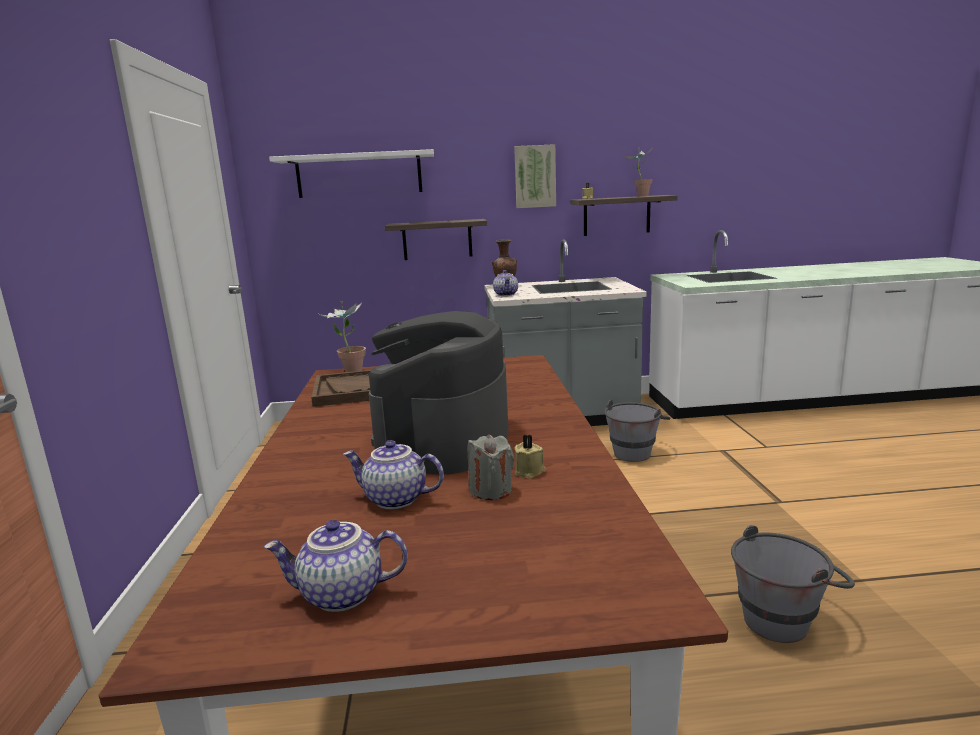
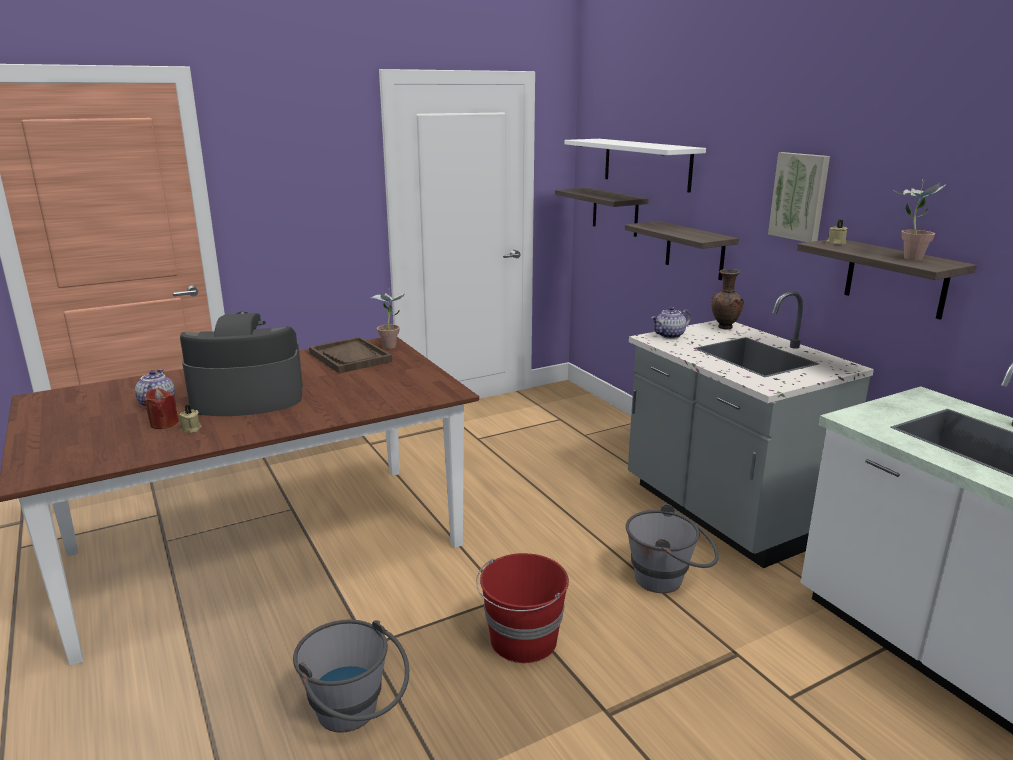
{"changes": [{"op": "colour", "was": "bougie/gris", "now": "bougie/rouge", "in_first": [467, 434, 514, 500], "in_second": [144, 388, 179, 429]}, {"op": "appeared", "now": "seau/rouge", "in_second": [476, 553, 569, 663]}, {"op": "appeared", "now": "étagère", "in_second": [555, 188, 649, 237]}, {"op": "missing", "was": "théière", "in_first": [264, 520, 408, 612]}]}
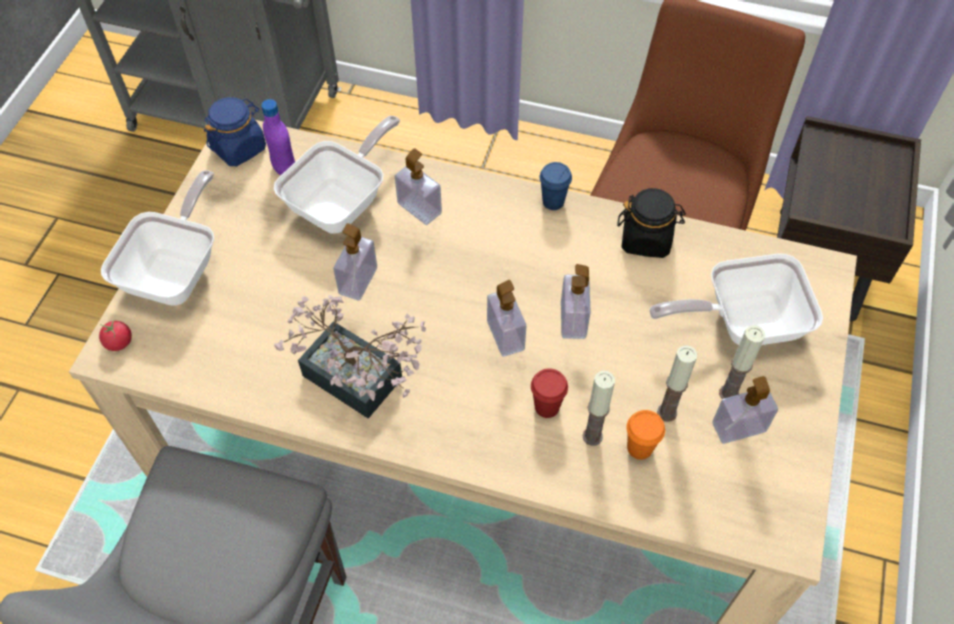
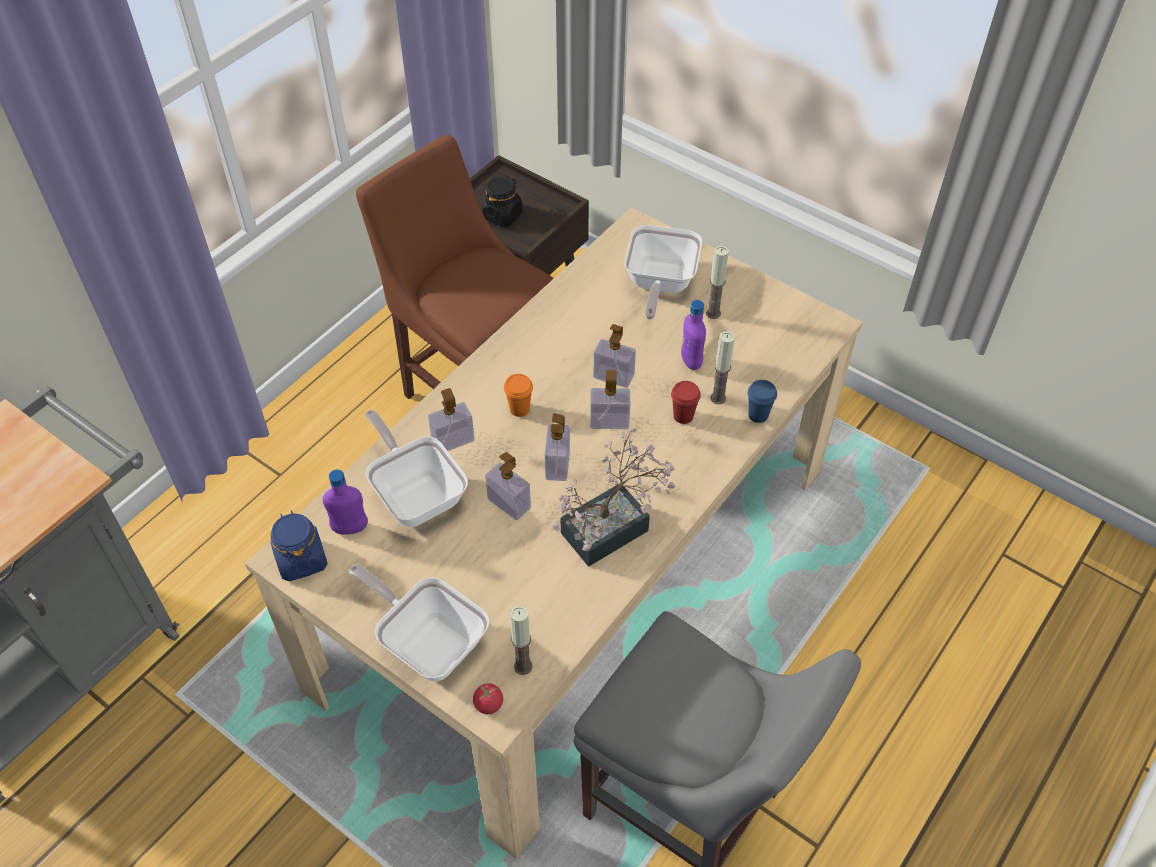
{"changes": [{"op": "relocated", "was": "bocal/noir", "in_first": [617, 188, 686, 258], "in_second": [481, 176, 523, 227]}, {"op": "relocated", "was": "tasse/orange", "in_first": [627, 410, 665, 460], "in_second": [504, 374, 533, 417]}, {"op": "relocated", "was": "bougie", "in_first": [657, 345, 697, 422], "in_second": [510, 605, 533, 675]}, {"op": "relocated", "was": "distributeur de savon", "in_first": [713, 376, 778, 444], "in_second": [545, 413, 570, 481]}, {"op": "appeared", "now": "bouteille/violet", "in_second": [681, 300, 706, 370]}, {"op": "relocated", "was": "tasse/bleu", "in_first": [540, 162, 572, 210], "in_second": [748, 380, 777, 423]}]}
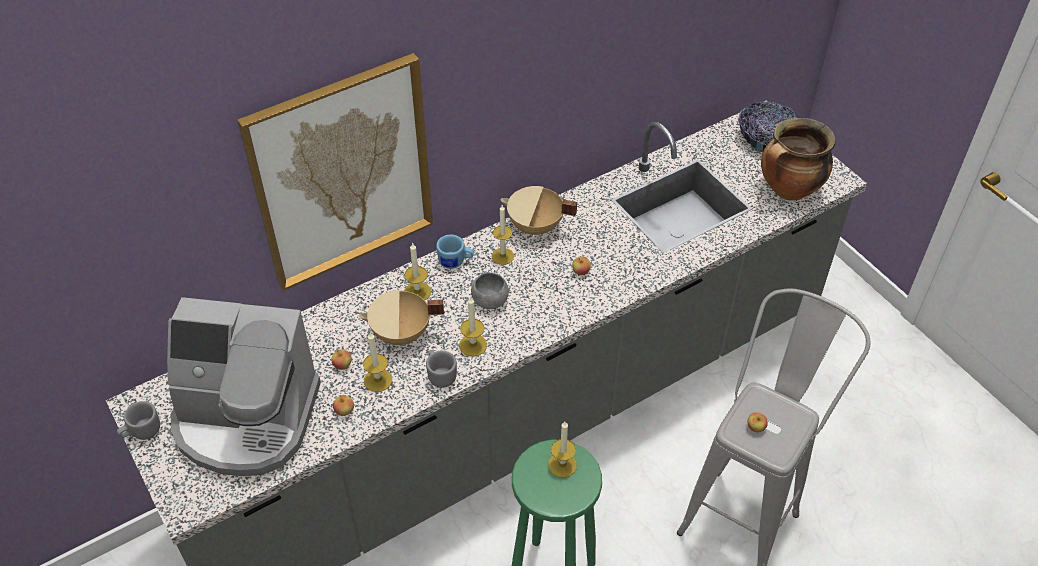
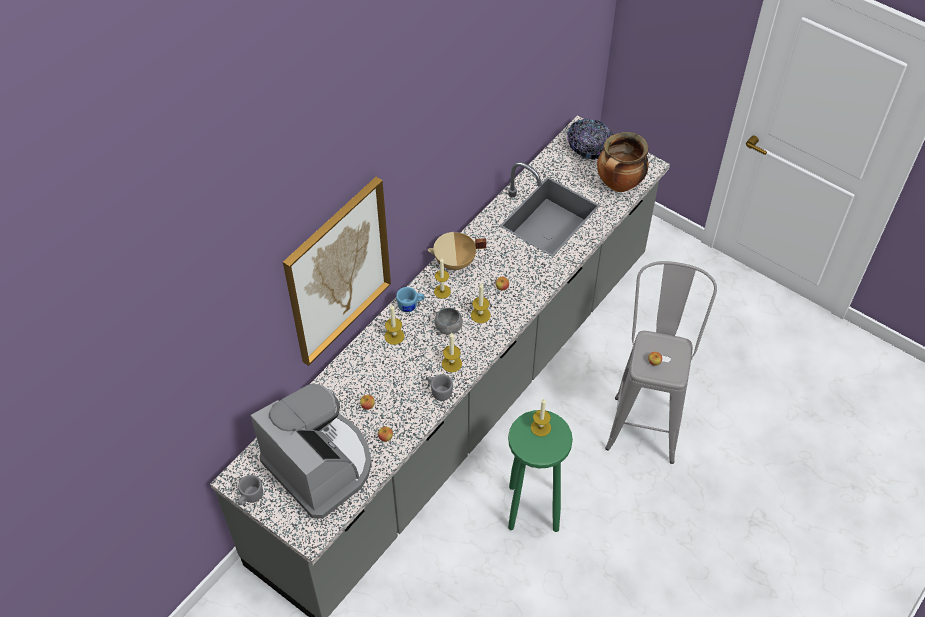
{"changes": [{"op": "spun", "was": "machine à café", "in_first": [167, 297, 321, 476], "in_second": [251, 384, 372, 519], "clockwise": -120}, {"op": "relocated", "was": "bougie", "in_first": [363, 333, 392, 392], "in_second": [471, 283, 491, 323]}, {"op": "missing", "was": "marmite/beige", "in_first": [359, 290, 444, 345]}]}
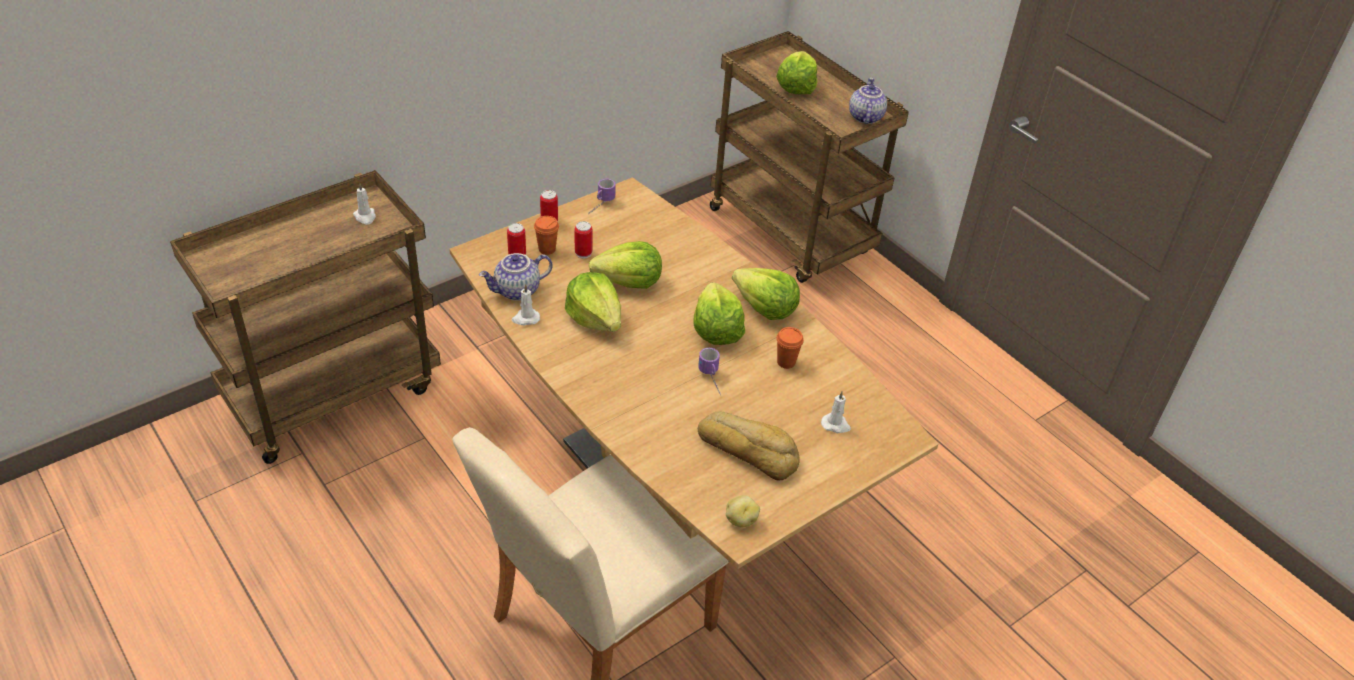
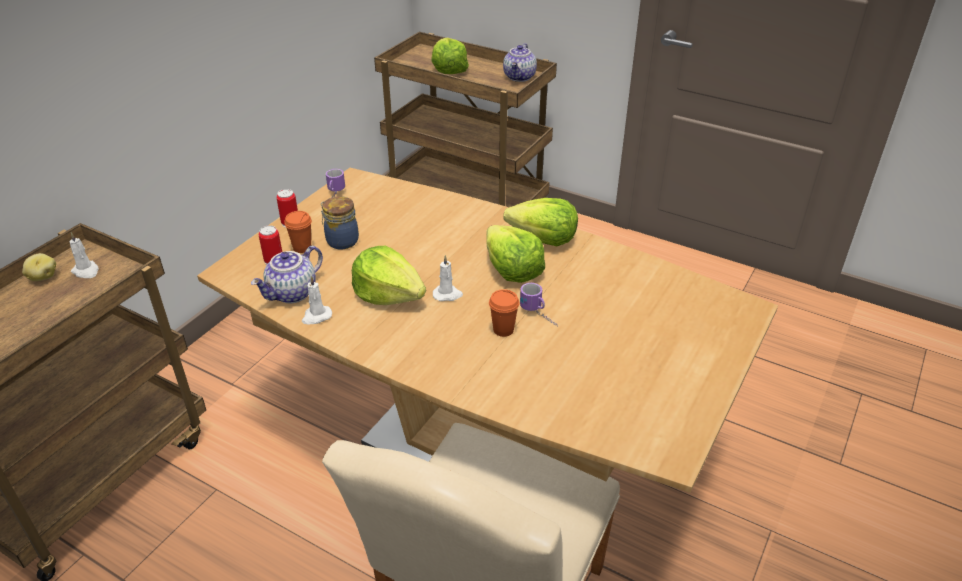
{"changes": [{"op": "relocated", "was": "pomme de terre", "in_first": [726, 495, 760, 528], "in_second": [22, 253, 56, 281]}, {"op": "exchanged", "was": "boîte métallique", "now": "bocal", "in_first": [575, 221, 593, 258], "in_second": [321, 196, 359, 249]}, {"op": "relocated", "was": "bougie/blanc", "in_first": [821, 391, 851, 433], "in_second": [433, 255, 463, 301]}, {"op": "relocated", "was": "tasse/orange", "in_first": [776, 327, 804, 369], "in_second": [489, 289, 520, 337]}, {"op": "spun", "was": "théière", "in_first": [849, 77, 887, 124], "in_second": [503, 43, 537, 82], "clockwise": -150}, {"op": "missing", "was": "laitue", "in_first": [589, 241, 662, 289]}, {"op": "missing", "was": "pain", "in_first": [698, 412, 800, 480]}]}
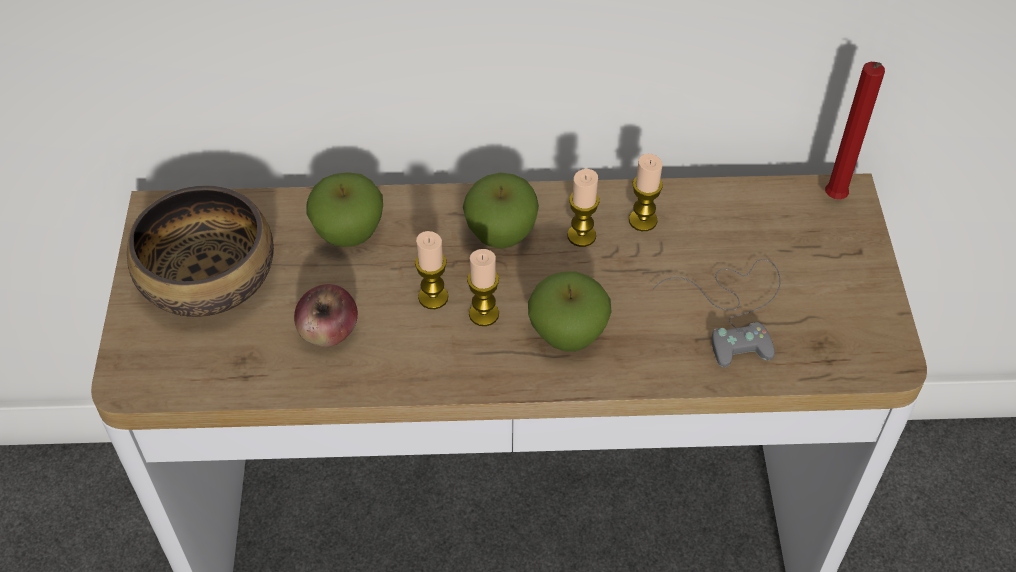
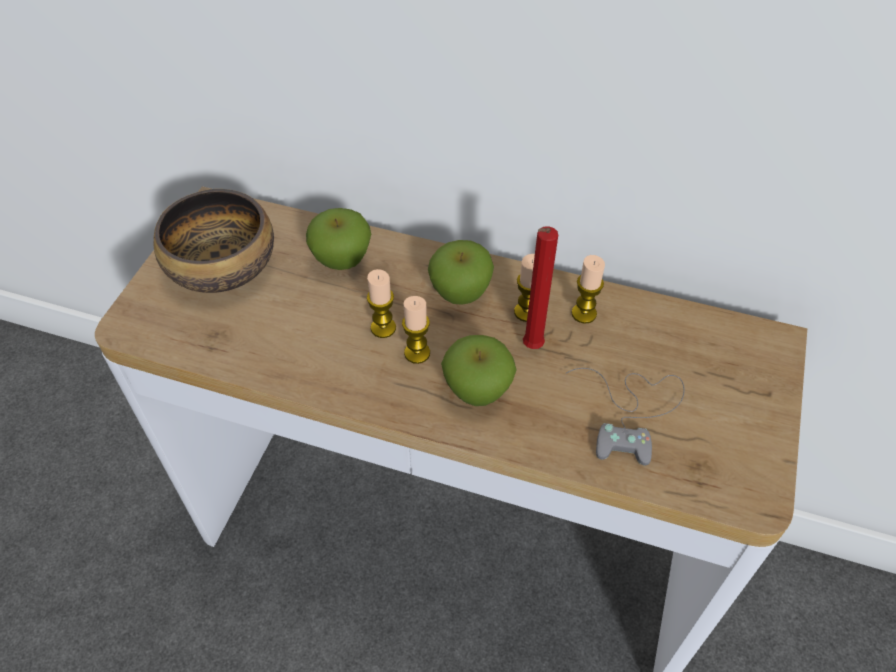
{"changes": [{"op": "relocated", "was": "bougie/rouge", "in_first": [825, 62, 885, 199], "in_second": [523, 226, 558, 349]}, {"op": "missing", "was": "pomme", "in_first": [294, 284, 358, 347]}]}
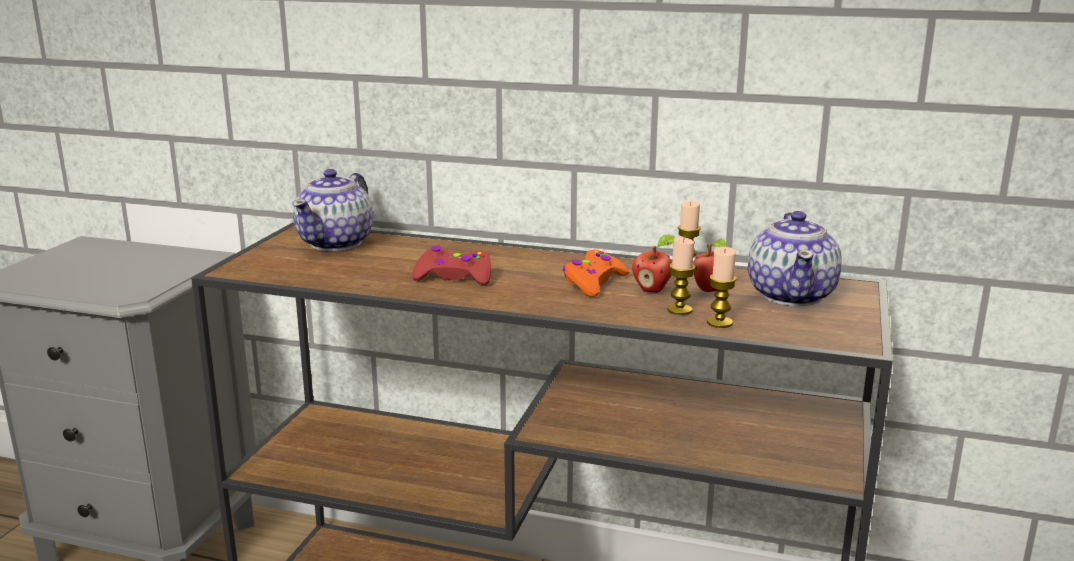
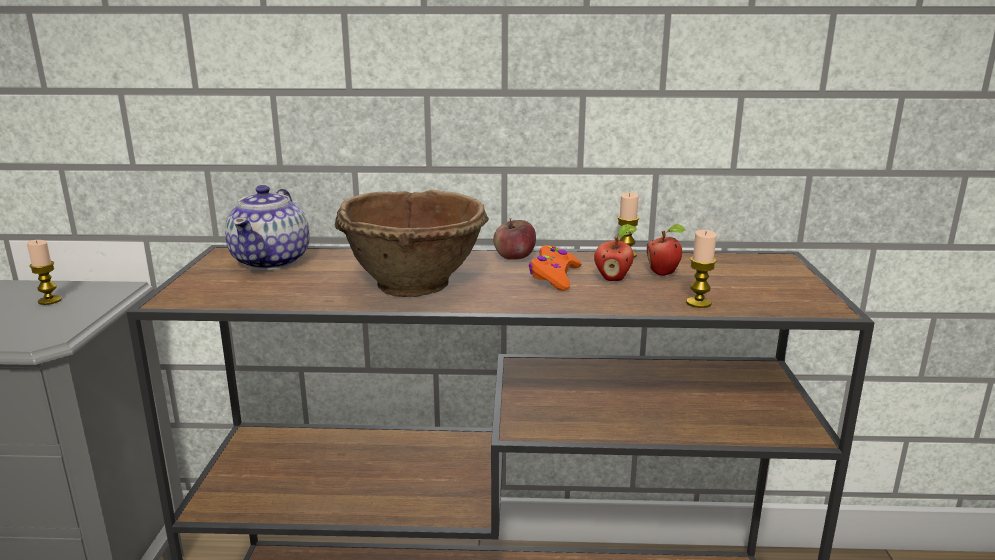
{"changes": [{"op": "relocated", "was": "bougie", "in_first": [667, 237, 696, 315], "in_second": [27, 240, 62, 305]}, {"op": "exchanged", "was": "manette/rouge", "now": "bol/marron", "in_first": [412, 246, 491, 285], "in_second": [334, 190, 489, 297]}, {"op": "appeared", "now": "pomme", "in_second": [493, 218, 536, 260]}, {"op": "missing", "was": "théière", "in_first": [748, 211, 842, 306]}]}
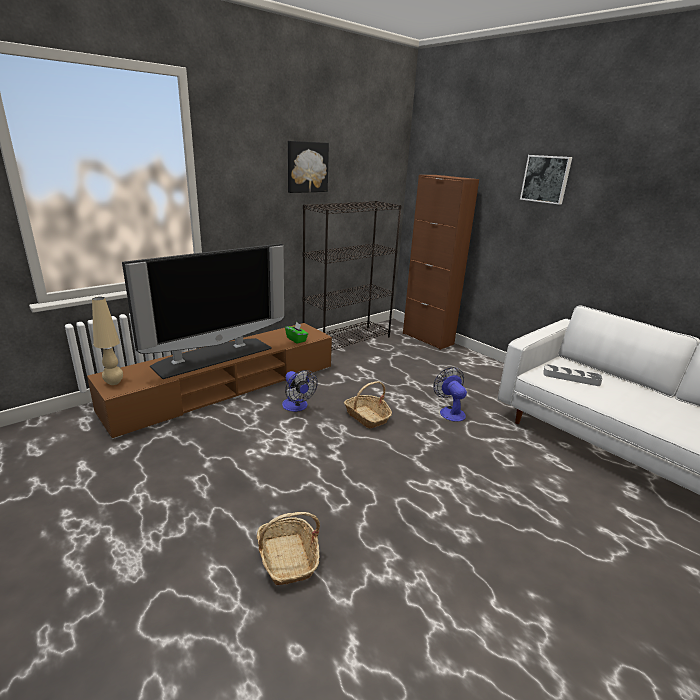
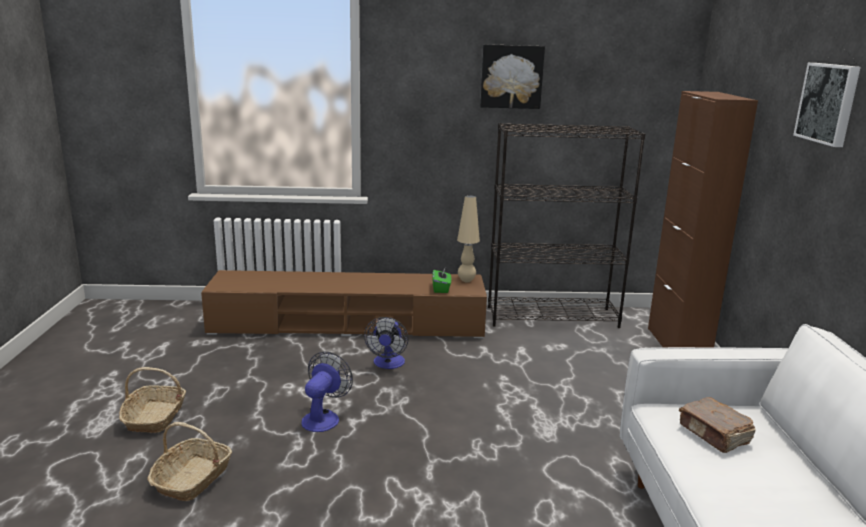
{"changes": [{"op": "relocated", "was": "panier", "in_first": [344, 381, 392, 429], "in_second": [119, 367, 186, 433]}, {"op": "relocated", "was": "ventilateur", "in_first": [433, 367, 467, 422], "in_second": [301, 352, 353, 432]}, {"op": "relocated", "was": "lampe de table/beige", "in_first": [92, 297, 123, 385], "in_second": [457, 195, 480, 282]}, {"op": "exchanged", "was": "plateau/gris", "now": "livre/marron", "in_first": [543, 364, 603, 386], "in_second": [679, 397, 756, 453]}, {"op": "missing", "was": "téléviseur", "in_first": [122, 244, 284, 379]}]}
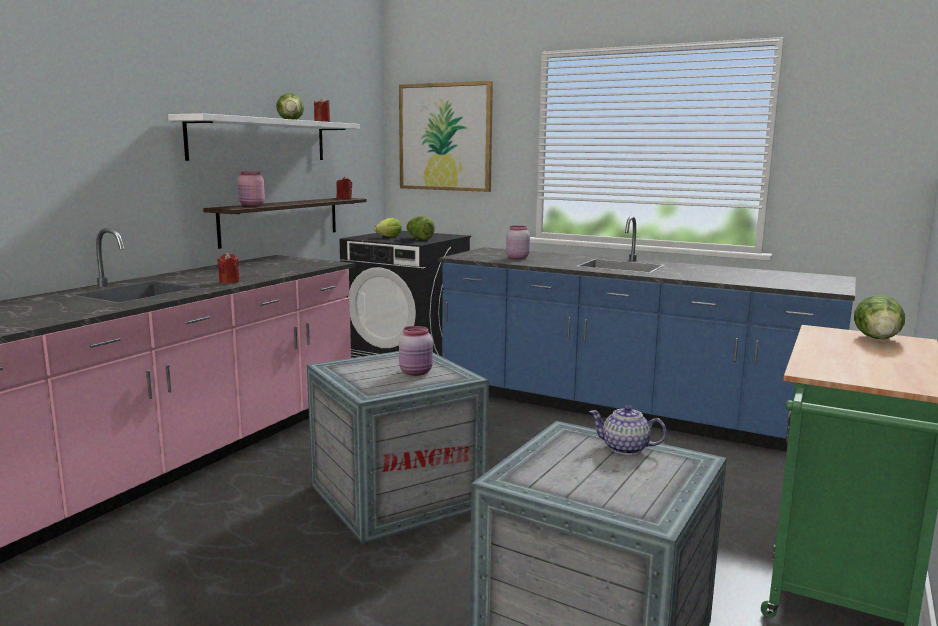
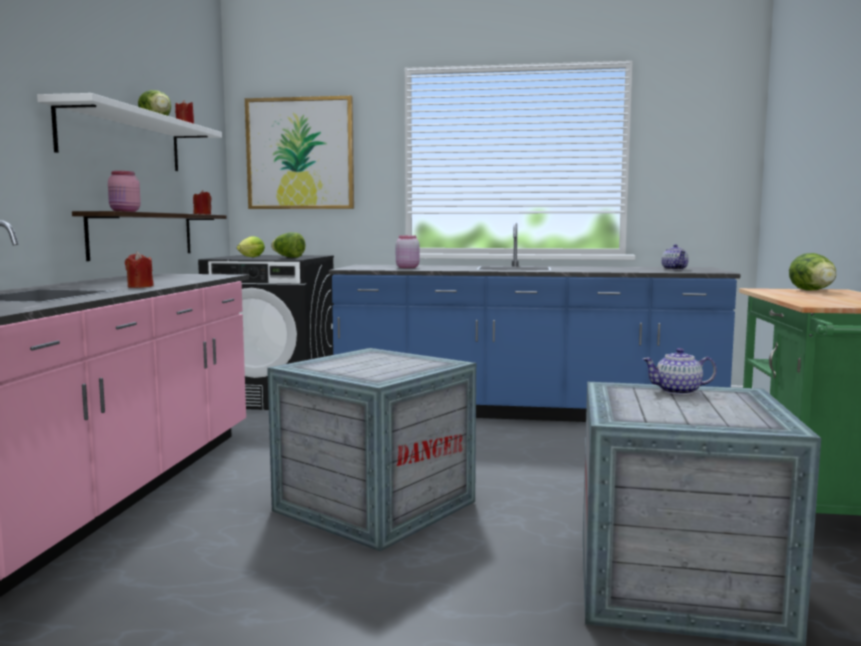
{"changes": [{"op": "appeared", "now": "théière", "in_second": [661, 244, 689, 270]}, {"op": "missing", "was": "bocal/rose", "in_first": [399, 326, 433, 376]}]}
